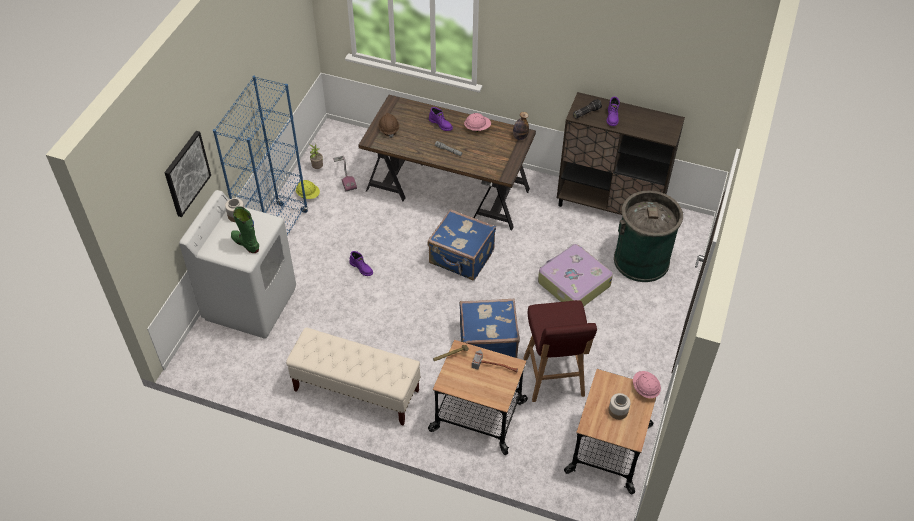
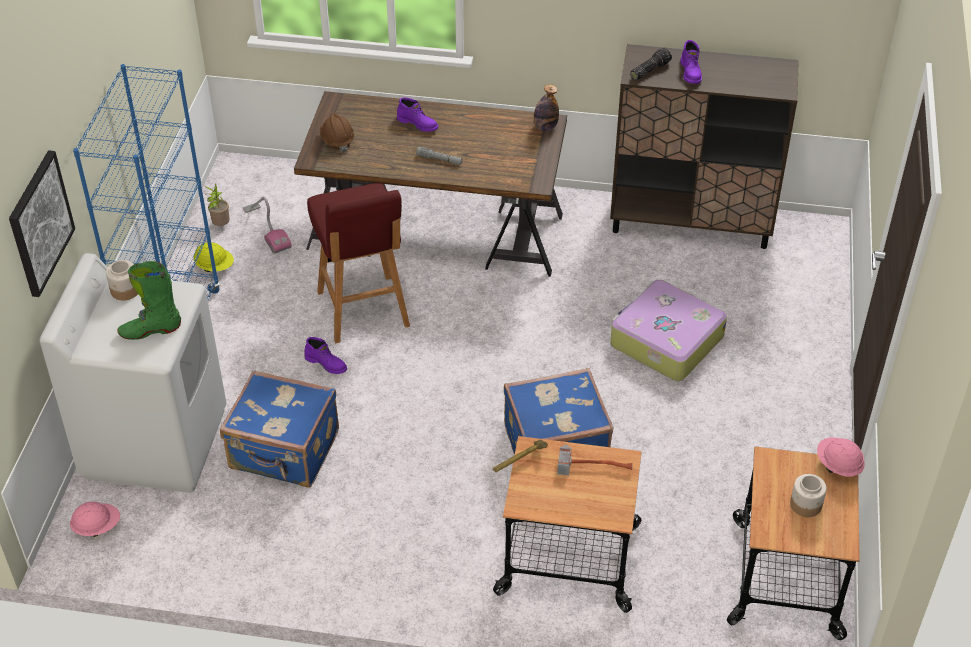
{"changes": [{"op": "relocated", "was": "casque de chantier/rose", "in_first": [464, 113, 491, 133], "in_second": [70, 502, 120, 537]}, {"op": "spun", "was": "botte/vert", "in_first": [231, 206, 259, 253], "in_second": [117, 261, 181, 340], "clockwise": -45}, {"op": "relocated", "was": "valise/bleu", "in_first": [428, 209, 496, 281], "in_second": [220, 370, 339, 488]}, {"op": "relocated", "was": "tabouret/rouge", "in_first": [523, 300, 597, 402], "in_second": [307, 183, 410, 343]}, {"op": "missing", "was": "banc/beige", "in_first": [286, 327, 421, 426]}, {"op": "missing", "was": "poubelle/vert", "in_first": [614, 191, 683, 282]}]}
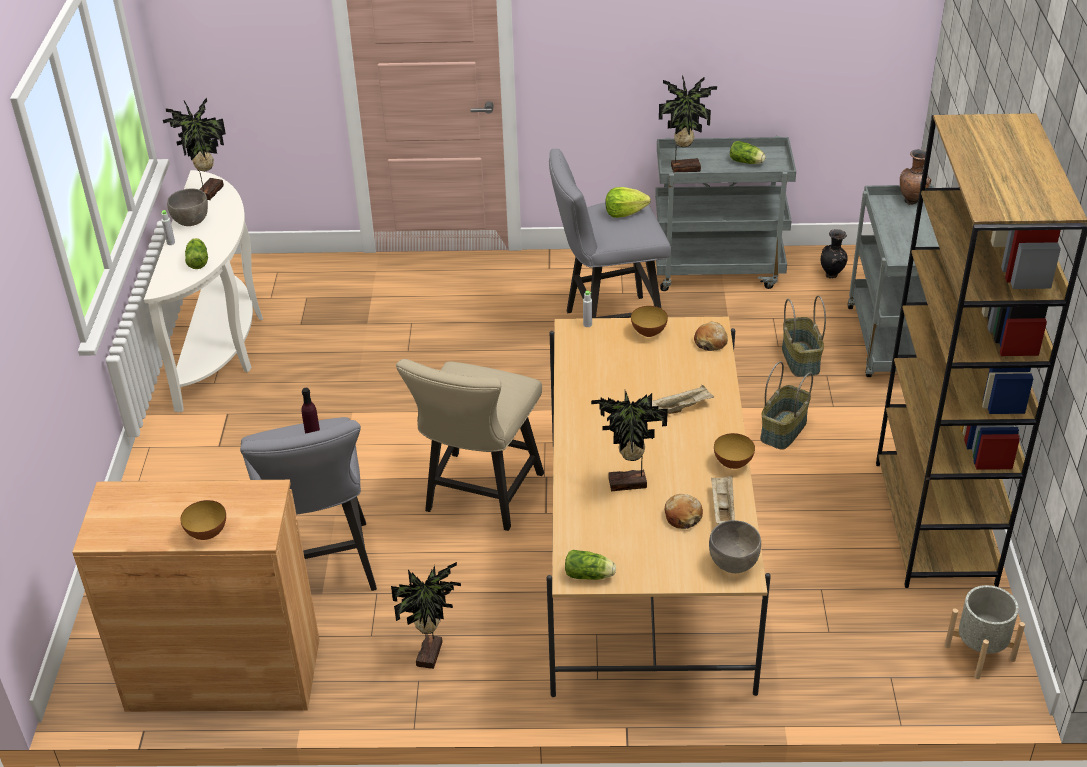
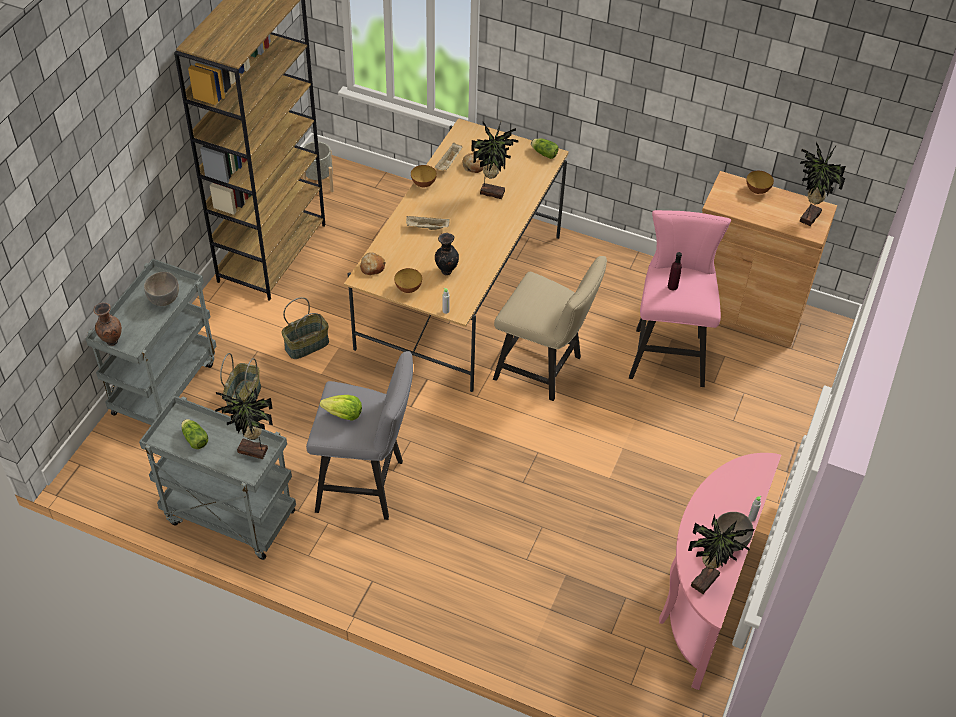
{"changes": [{"op": "relocated", "was": "bol/gris", "in_first": [709, 520, 761, 573], "in_second": [144, 272, 179, 306]}, {"op": "relocated", "was": "vase/noir", "in_first": [821, 229, 848, 278], "in_second": [435, 233, 459, 275]}, {"op": "spun", "was": "chaise/beige", "in_first": [396, 359, 544, 531], "in_second": [493, 256, 607, 401], "clockwise": 75}, {"op": "colour", "was": "tabouret/gris", "now": "tabouret/rose", "in_first": [240, 417, 377, 591], "in_second": [629, 210, 731, 387]}, {"op": "colour", "was": "table console/blanc", "now": "table console/rose", "in_first": [144, 170, 263, 413], "in_second": [659, 453, 781, 690]}, {"op": "relocated", "was": "plante en pot", "in_first": [391, 562, 461, 669], "in_second": [800, 142, 846, 226]}, {"op": "missing", "was": "laitue", "in_first": [185, 238, 208, 269]}]}
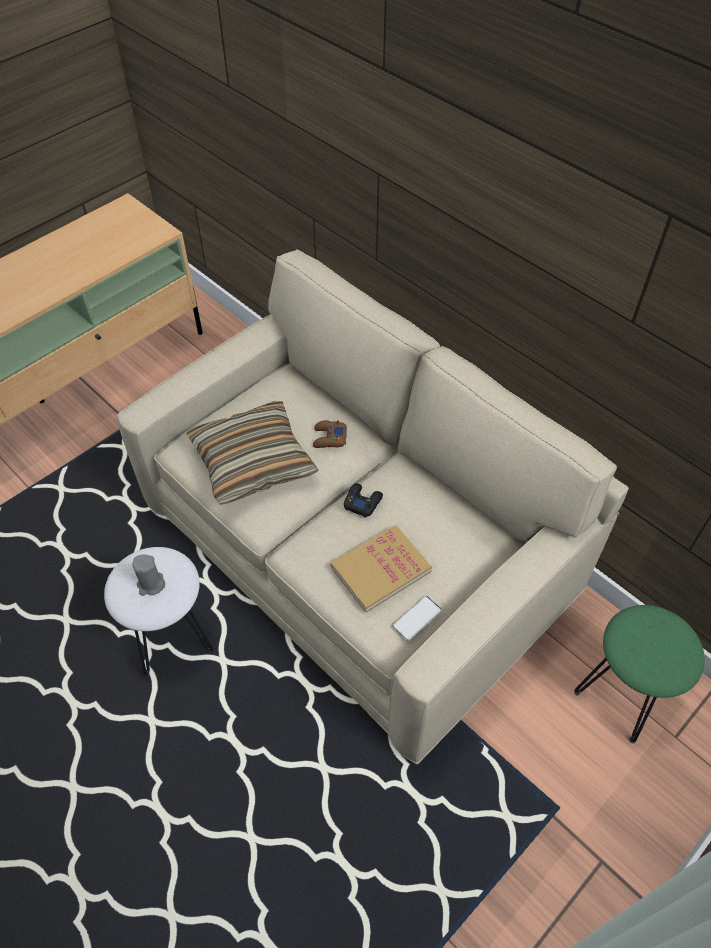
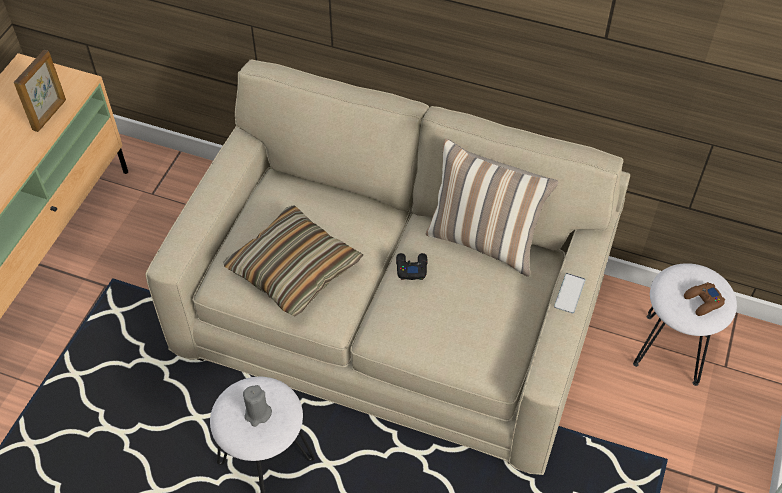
{"changes": [{"op": "appeared", "now": "cadre photo", "in_second": [14, 50, 66, 132]}, {"op": "appeared", "now": "coussin", "in_second": [426, 139, 558, 277]}, {"op": "relocated", "was": "téléphone", "in_first": [393, 596, 442, 640], "in_second": [554, 273, 585, 313]}, {"op": "colour", "was": "tabouret/vert", "now": "tabouret/blanc", "in_first": [574, 605, 705, 743], "in_second": [633, 263, 737, 386]}, {"op": "relocated", "was": "manette/marron", "in_first": [313, 420, 347, 448], "in_second": [684, 282, 725, 316]}, {"op": "missing", "was": "livre", "in_first": [331, 525, 432, 613]}]}
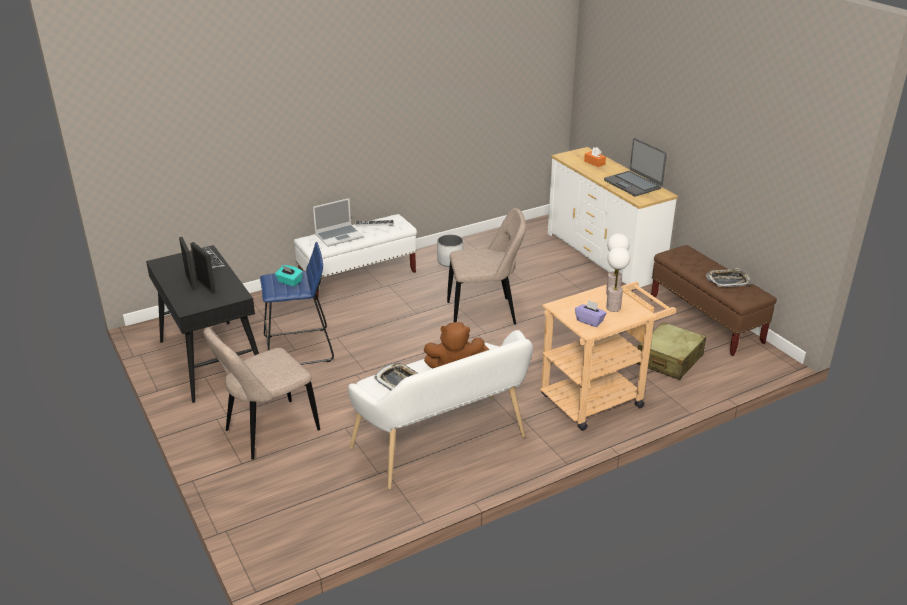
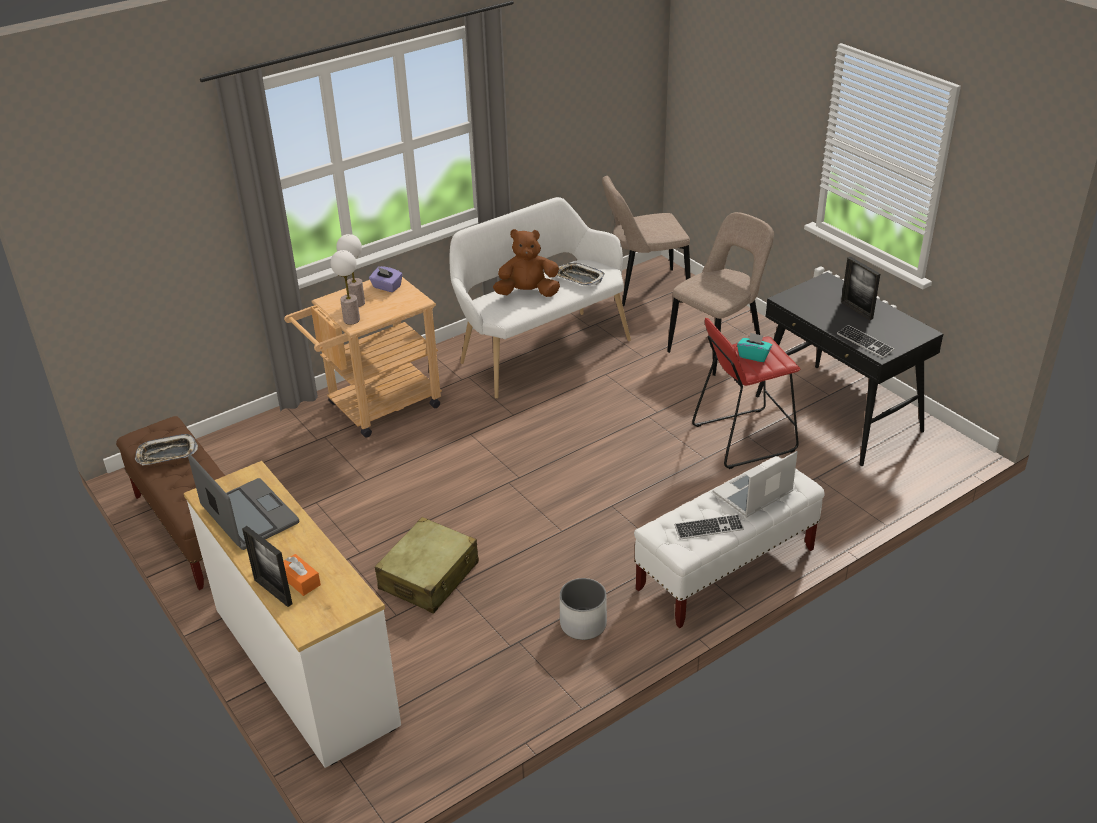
{"changes": [{"op": "relocated", "was": "cadre photo", "in_first": [190, 242, 216, 294], "in_second": [242, 526, 293, 607]}, {"op": "relocated", "was": "valise/beige", "in_first": [636, 322, 706, 380], "in_second": [375, 517, 479, 613]}, {"op": "relocated", "was": "chaise/beige", "in_first": [447, 208, 526, 325], "in_second": [602, 176, 690, 306]}, {"op": "colour", "was": "tabouret/bleu", "now": "tabouret/rouge", "in_first": [260, 242, 334, 365], "in_second": [692, 318, 801, 469]}]}
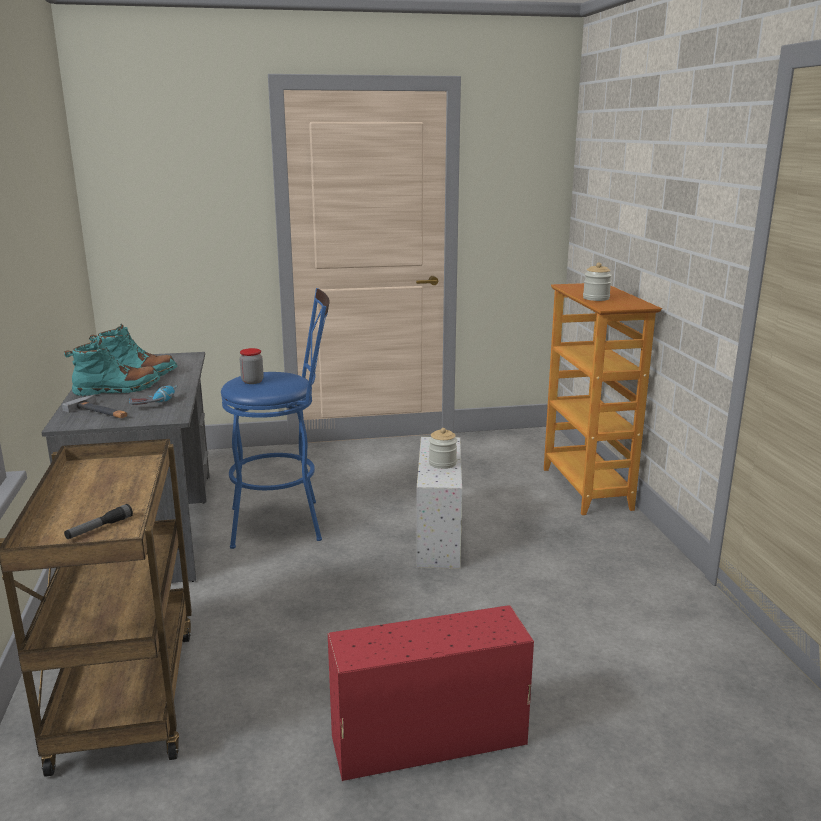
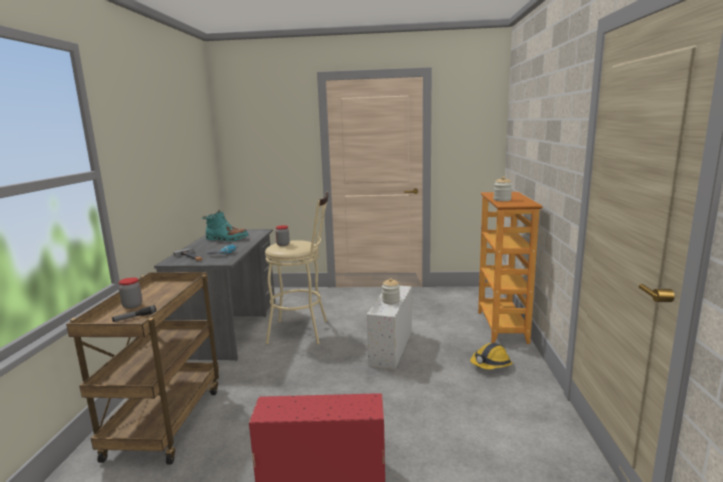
{"changes": [{"op": "appeared", "now": "bocal", "in_second": [118, 277, 143, 309]}, {"op": "colour", "was": "tabouret/bleu", "now": "tabouret/beige", "in_first": [221, 288, 330, 549], "in_second": [265, 192, 329, 344]}, {"op": "appeared", "now": "casque de chantier", "in_second": [470, 343, 513, 370]}, {"op": "missing", "was": "botte/turquoise", "in_first": [64, 336, 160, 397]}]}
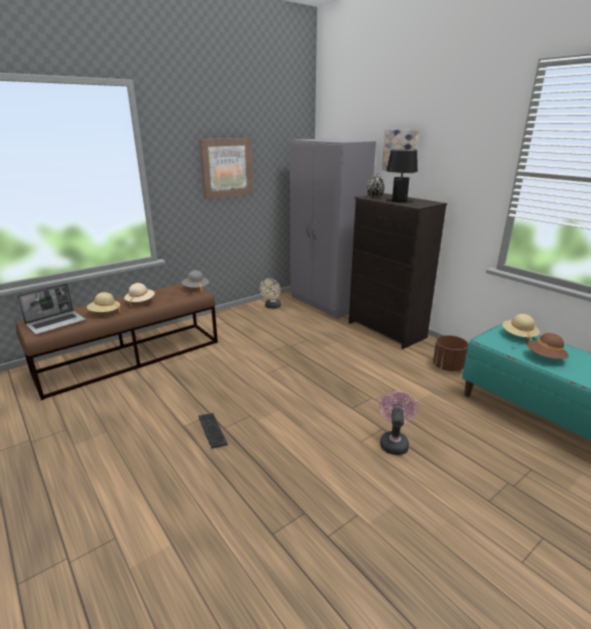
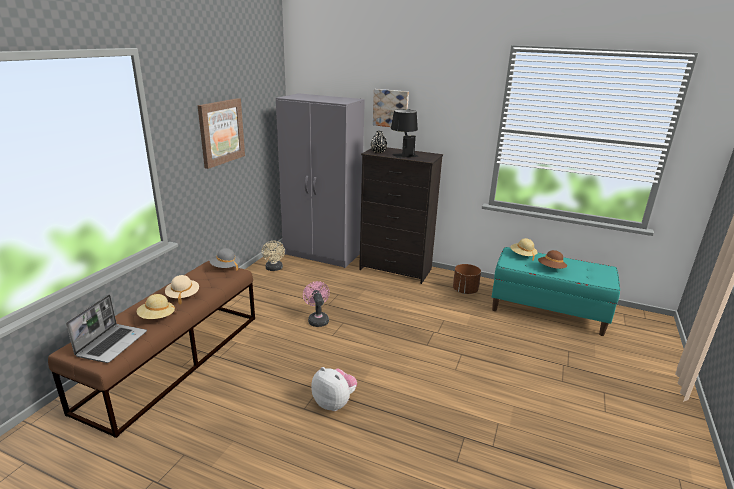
{"changes": [{"op": "relocated", "was": "ventilateur/rose", "in_first": [379, 391, 417, 455], "in_second": [303, 281, 330, 327]}, {"op": "exchanged", "was": "clavier", "now": "peluche", "in_first": [198, 413, 228, 449], "in_second": [311, 367, 357, 411]}]}
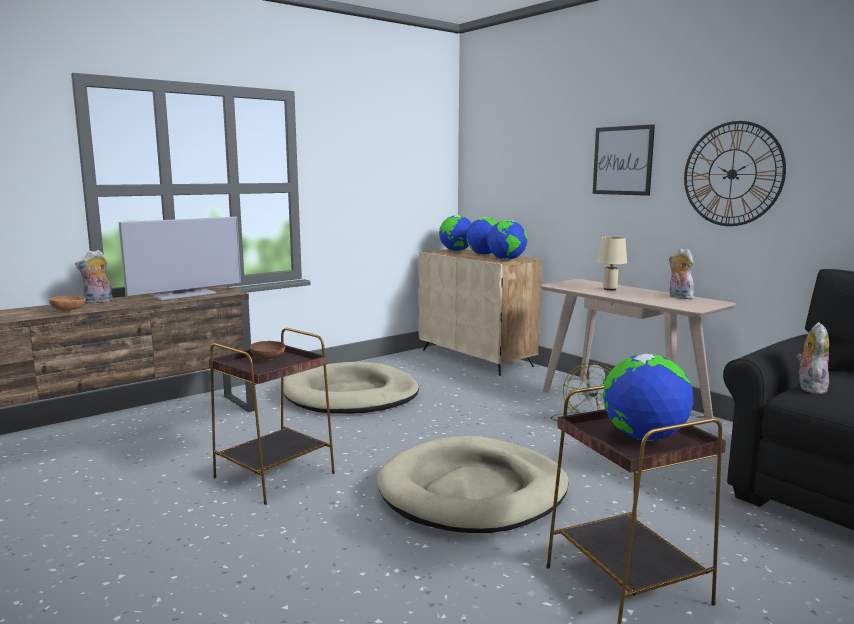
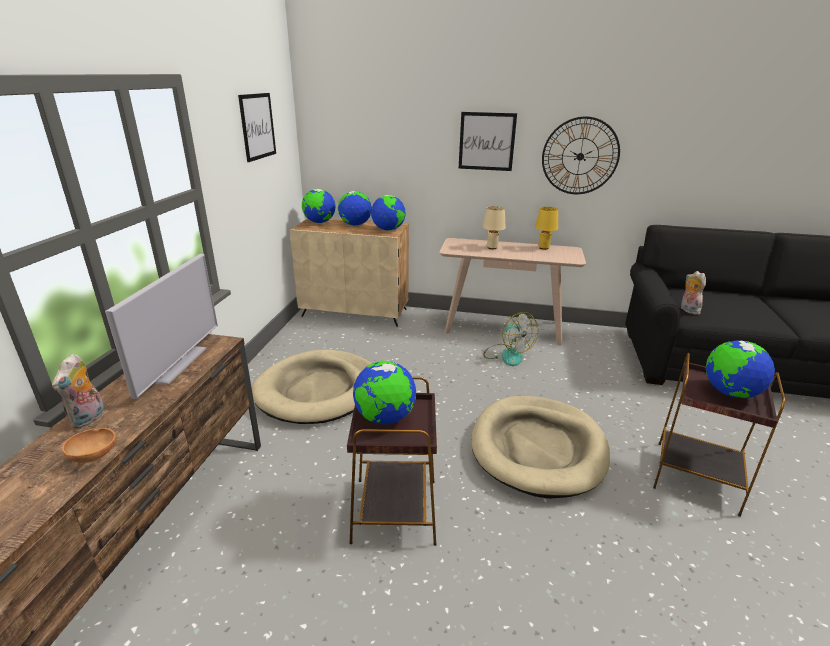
{"changes": [{"op": "appeared", "now": "tableau", "in_second": [238, 93, 276, 162]}, {"op": "exchanged", "was": "bol/marron", "now": "globe", "in_first": [249, 341, 285, 361], "in_second": [353, 360, 416, 424]}, {"op": "exchanged", "was": "peluche", "now": "lampe de table/jaune", "in_first": [669, 249, 695, 299], "in_second": [535, 207, 558, 250]}]}
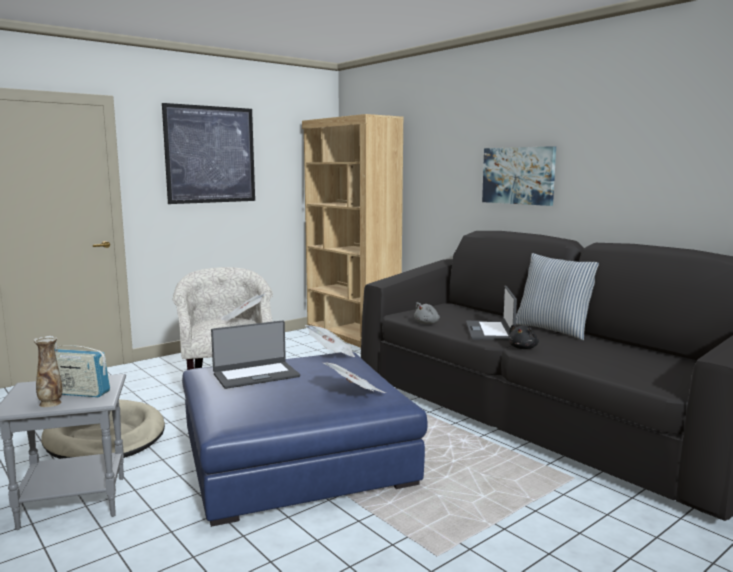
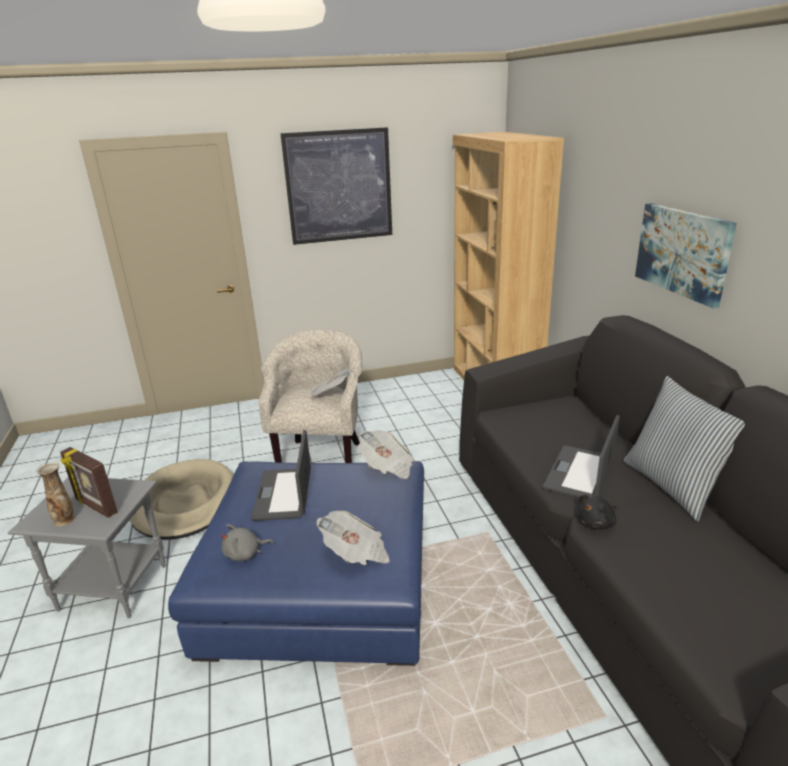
{"changes": [{"op": "exchanged", "was": "radio", "now": "cadre photo", "in_first": [54, 344, 110, 397], "in_second": [60, 447, 118, 518]}, {"op": "relocated", "was": "peluche/gris", "in_first": [414, 302, 440, 324], "in_second": [220, 524, 274, 561]}, {"op": "spun", "was": "ordinateur portable", "in_first": [211, 320, 300, 389], "in_second": [251, 430, 311, 521], "clockwise": 90}]}
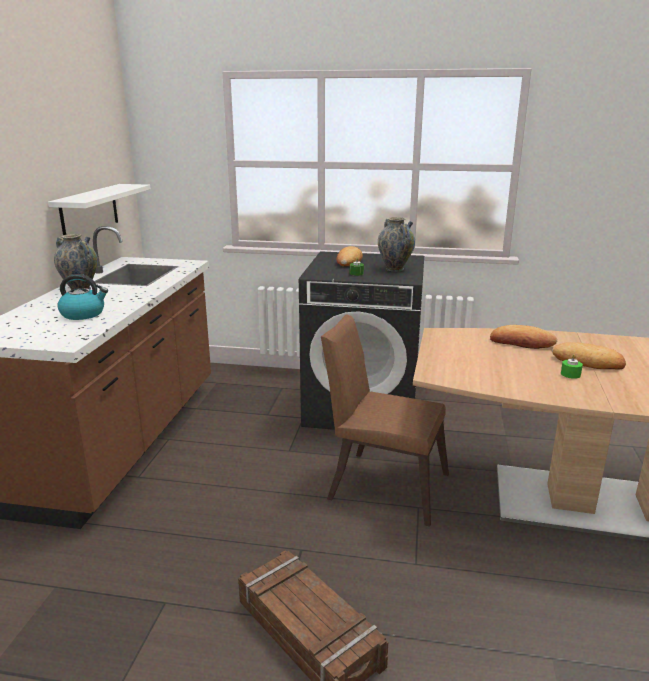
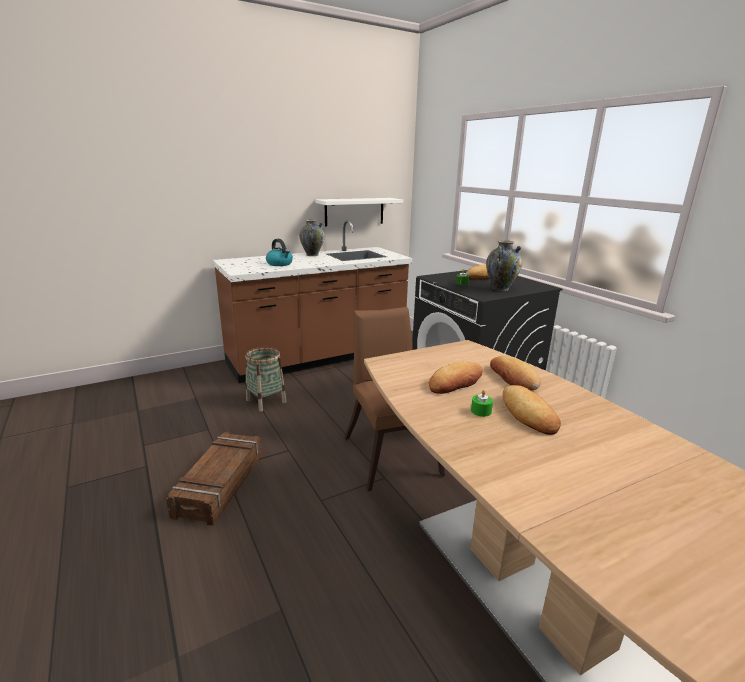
{"changes": [{"op": "appeared", "now": "panier", "in_second": [245, 347, 286, 412]}, {"op": "appeared", "now": "pain", "in_second": [429, 361, 483, 394]}]}
